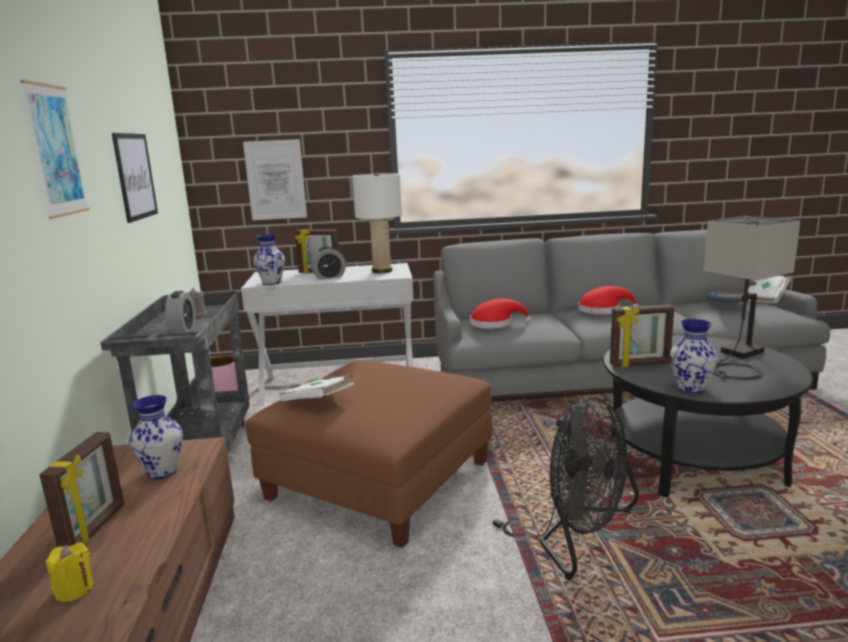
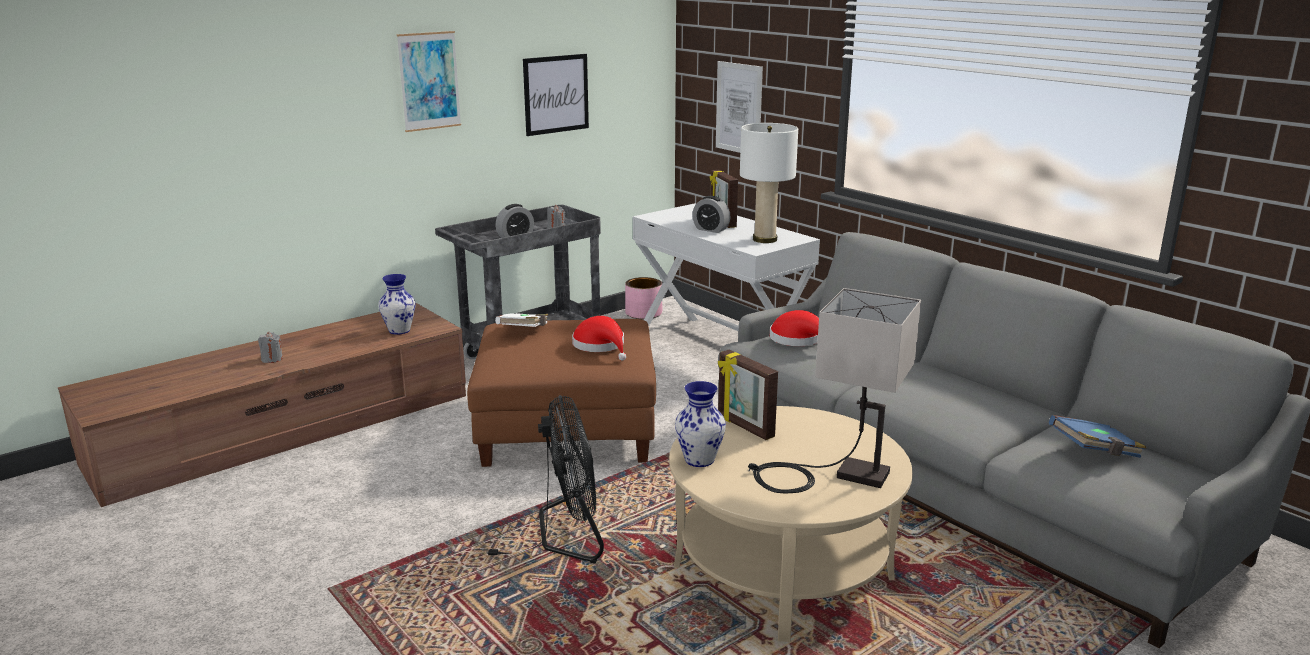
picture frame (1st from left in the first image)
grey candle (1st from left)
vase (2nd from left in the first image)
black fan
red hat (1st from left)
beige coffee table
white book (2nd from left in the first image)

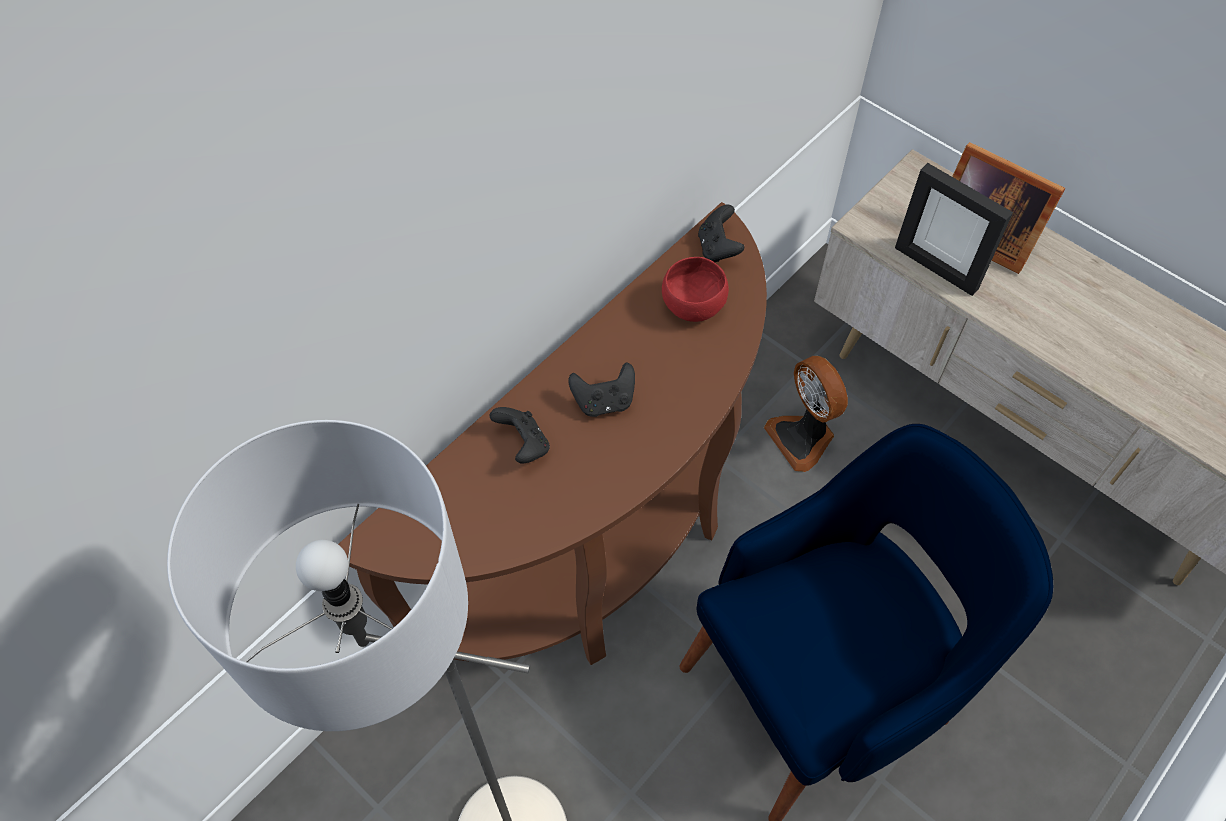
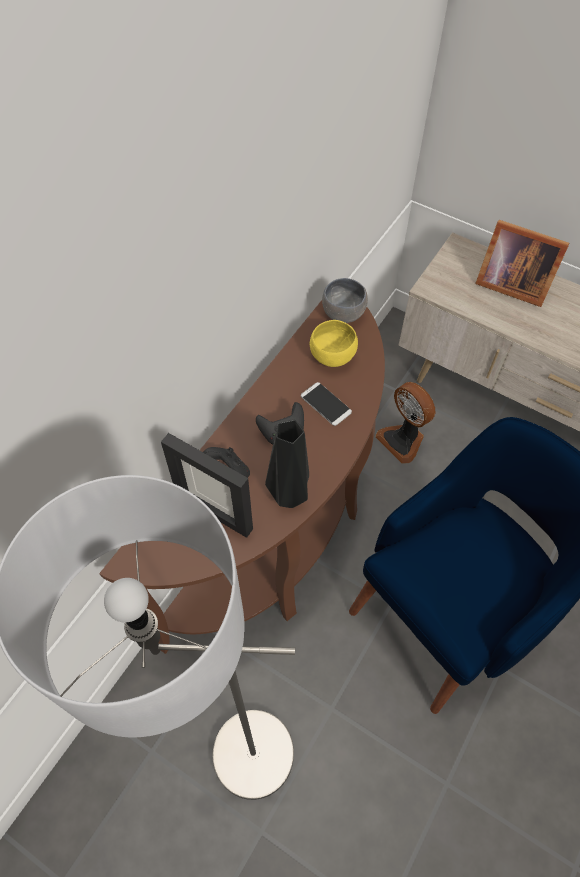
yellow bowl
grey bowl
picture frame (1st from left)
black vase
phone

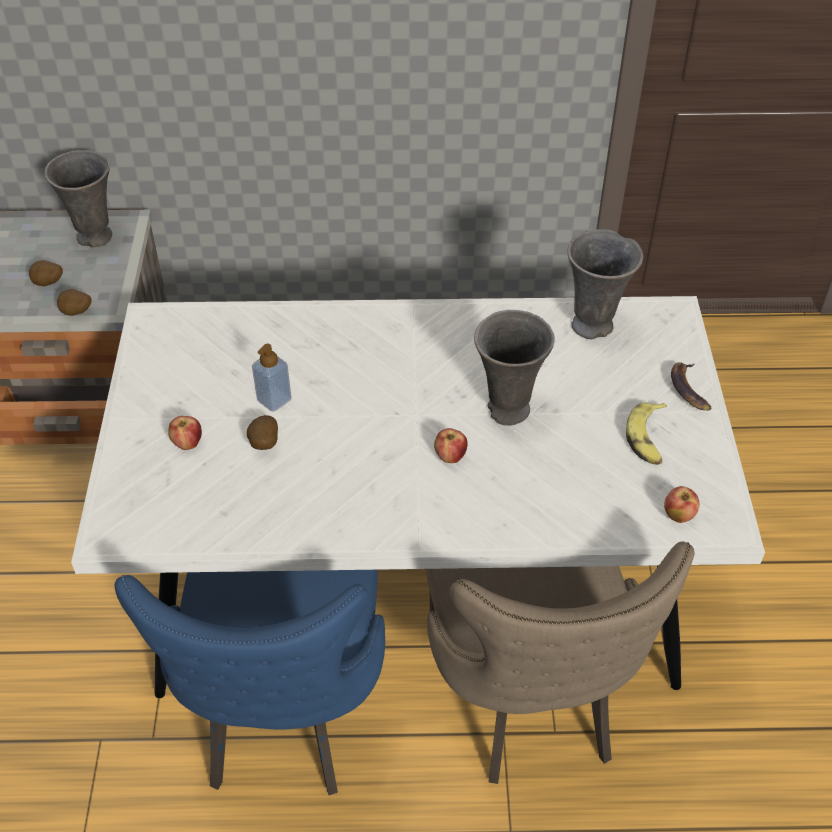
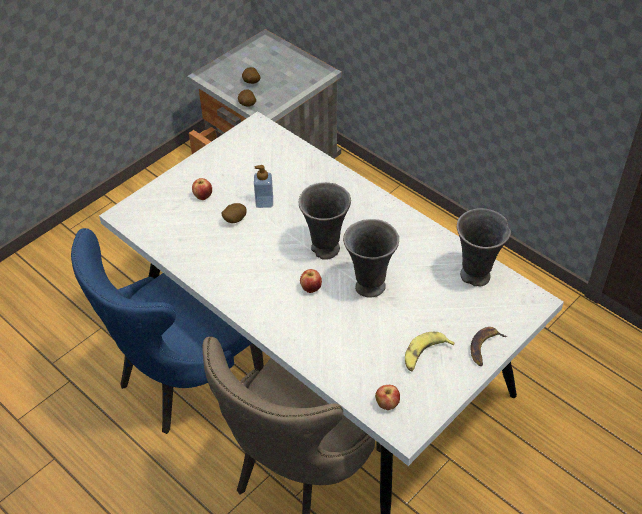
grey vase (1st from left)

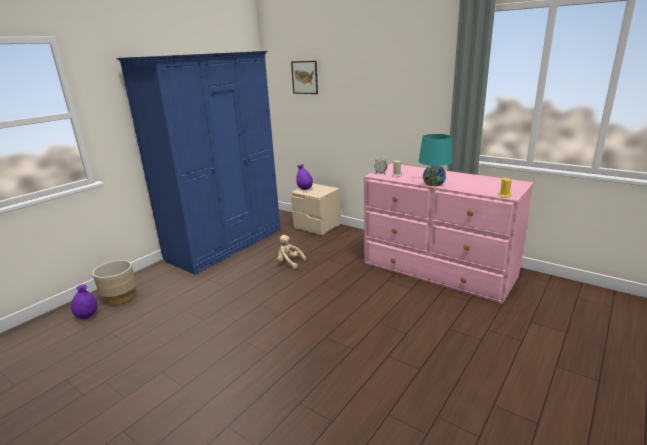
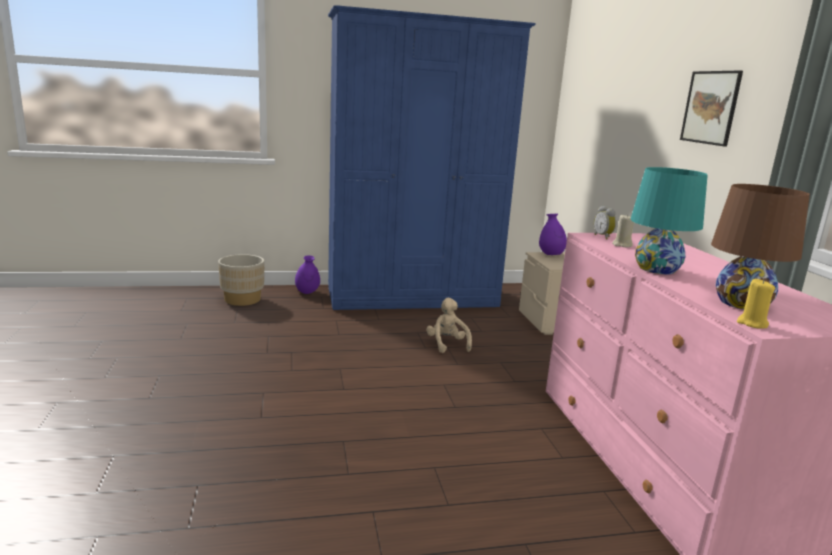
purple vase (1st from left)
picture
brown table lamp

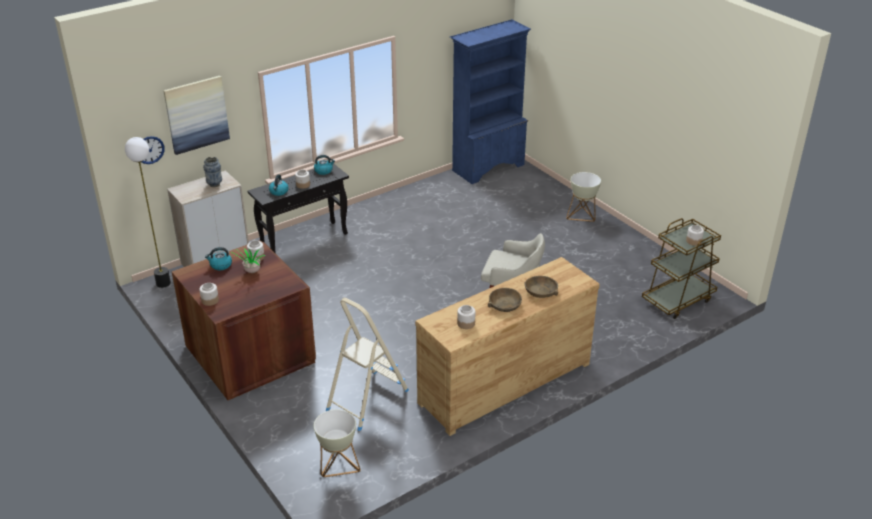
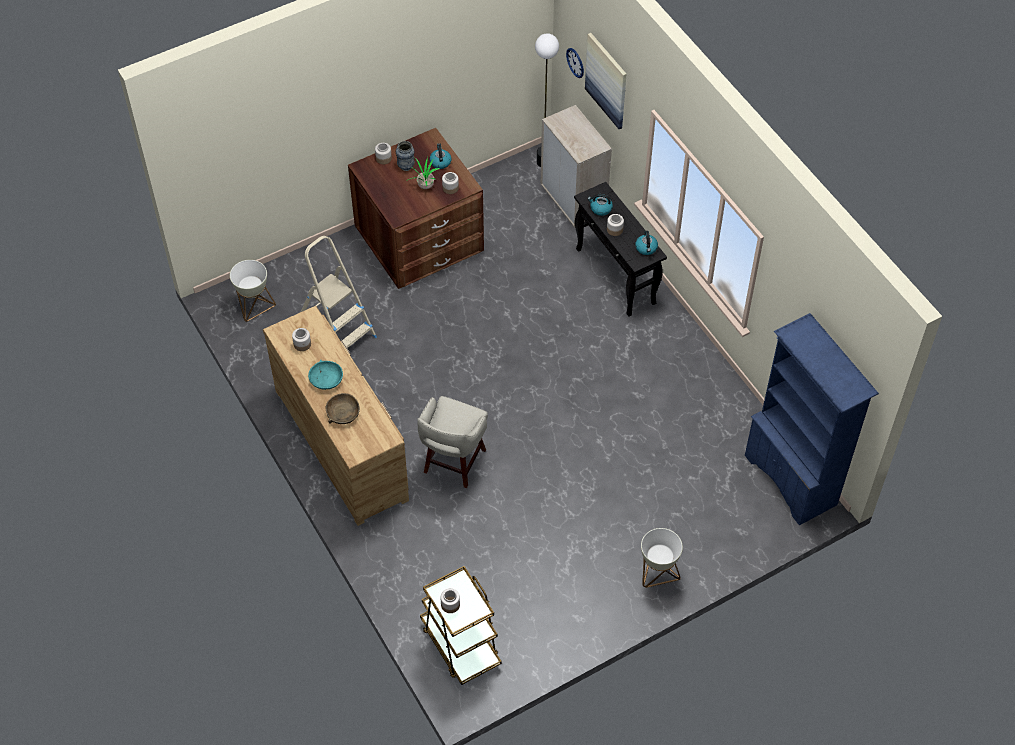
vase
turquoise bowl

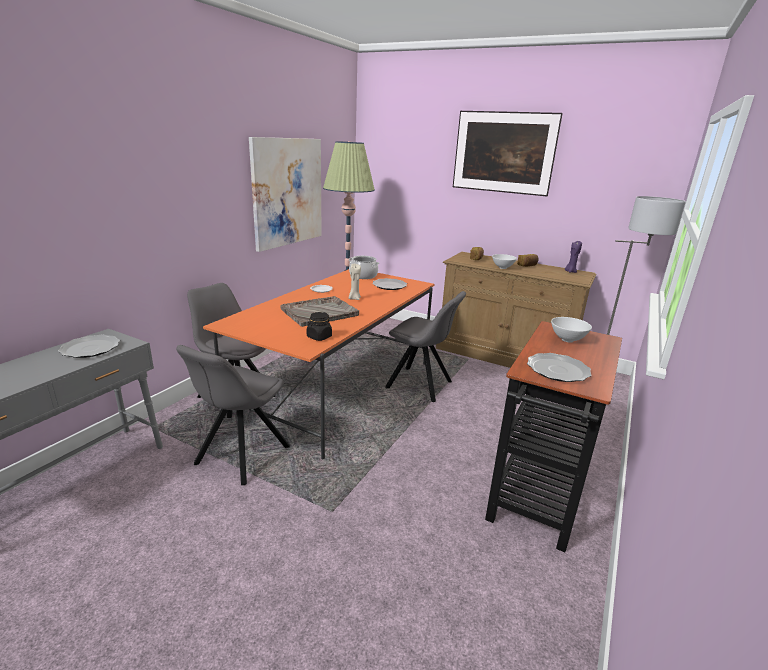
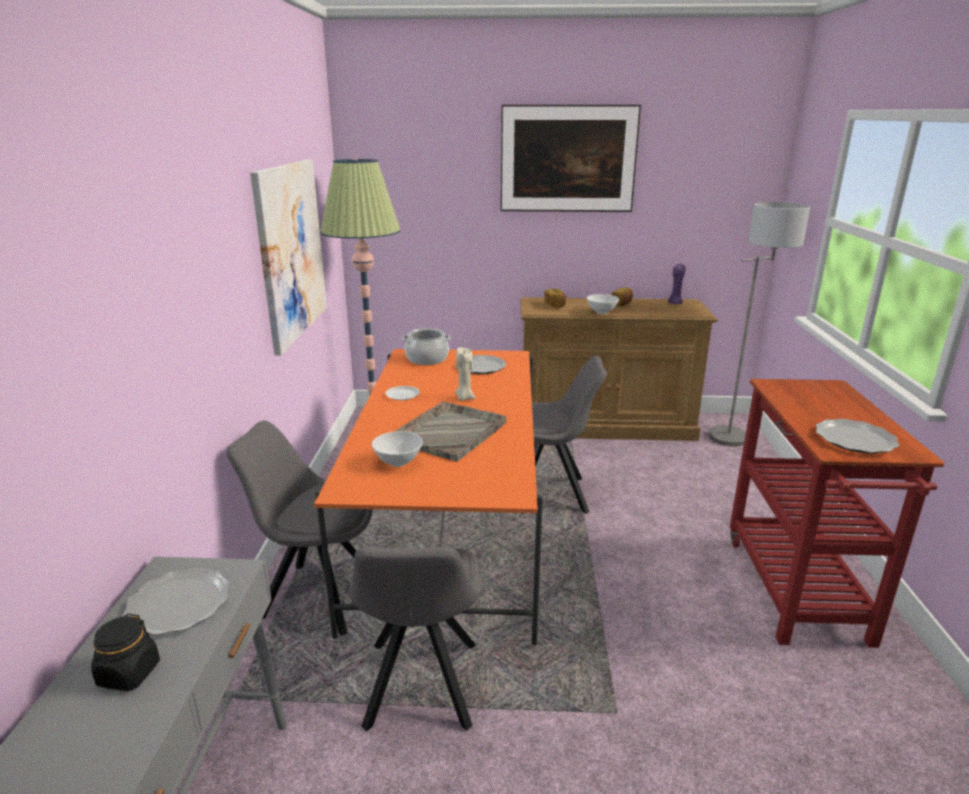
black jar
red cart
white bowl (1st from left)

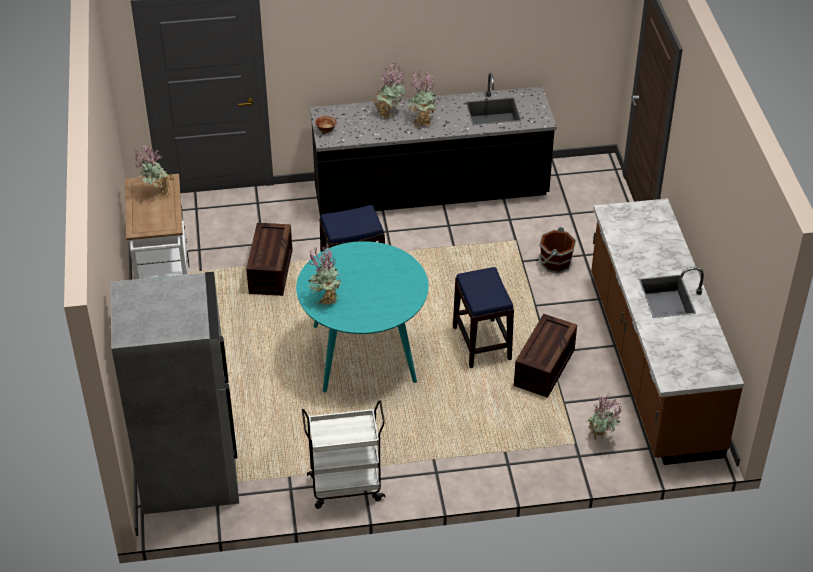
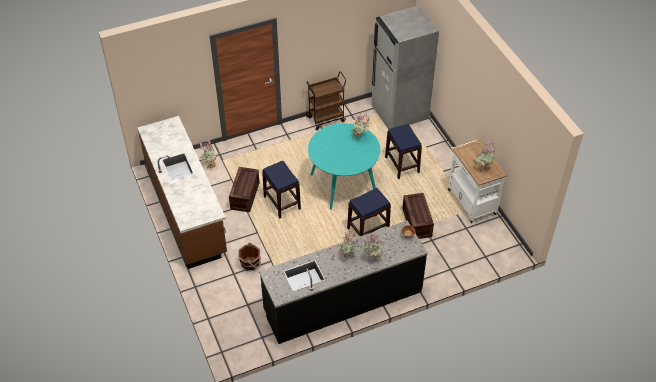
brown cart
stool (3rd from left)

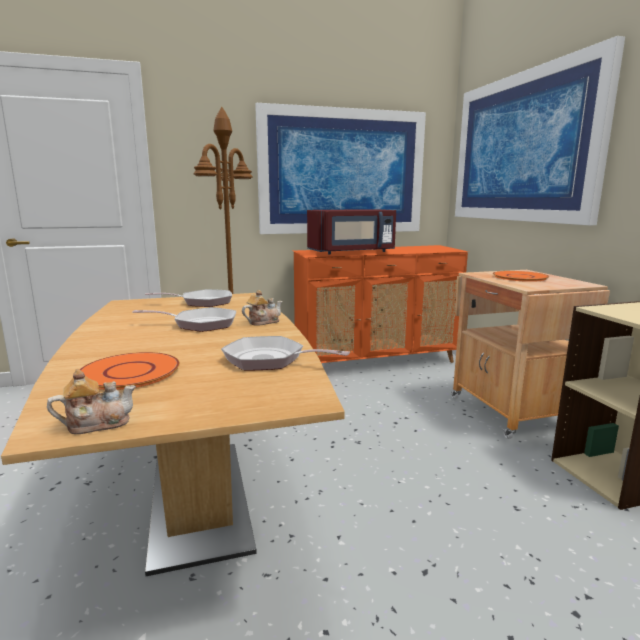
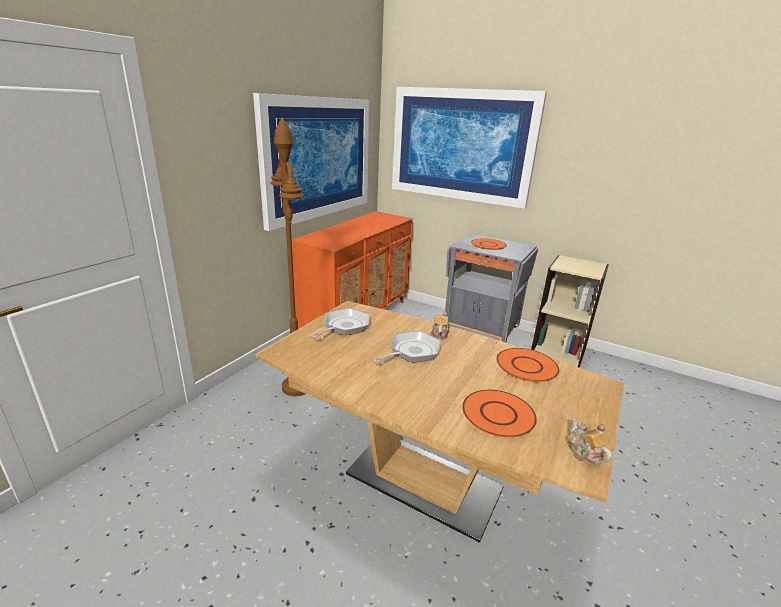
teapot (2nd from left)
orange plate (3rd from left)
red microwave
grey cart

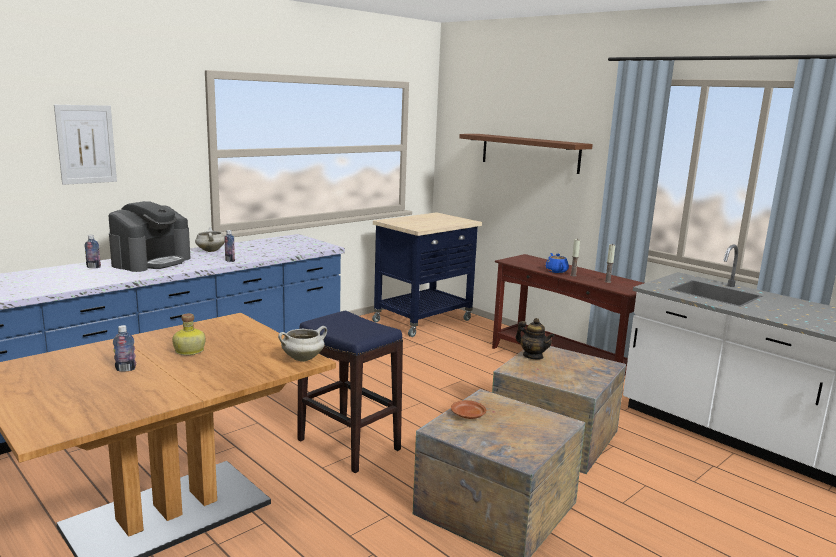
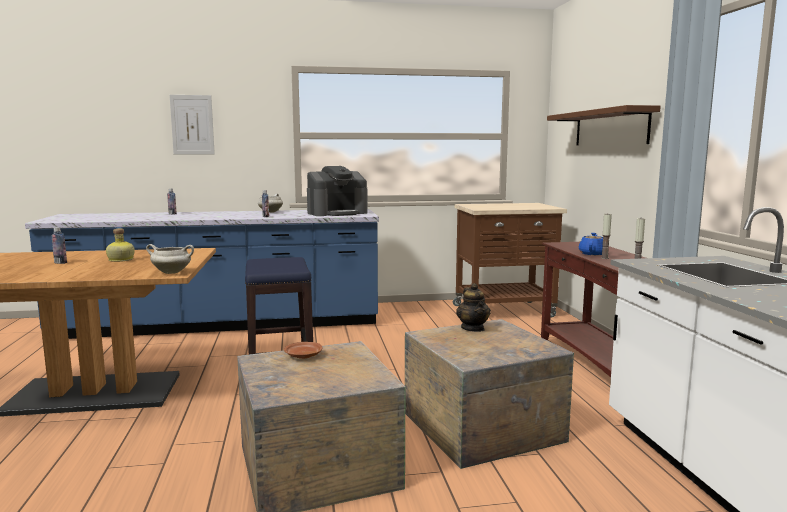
coffee machine
brown cart

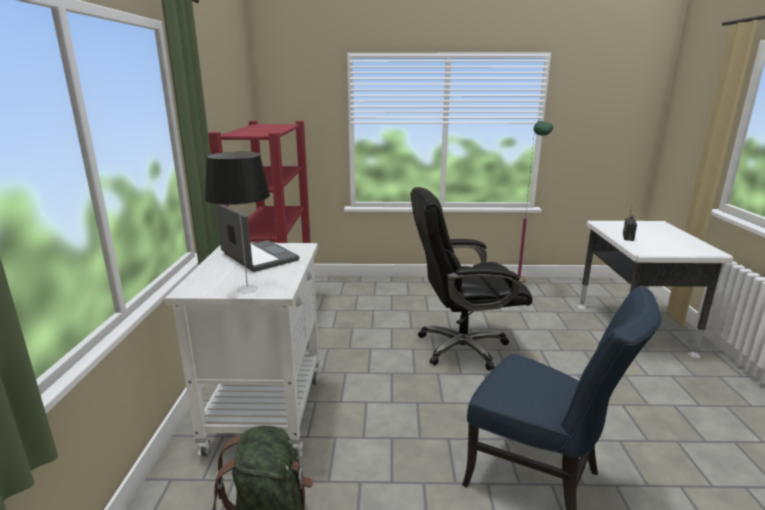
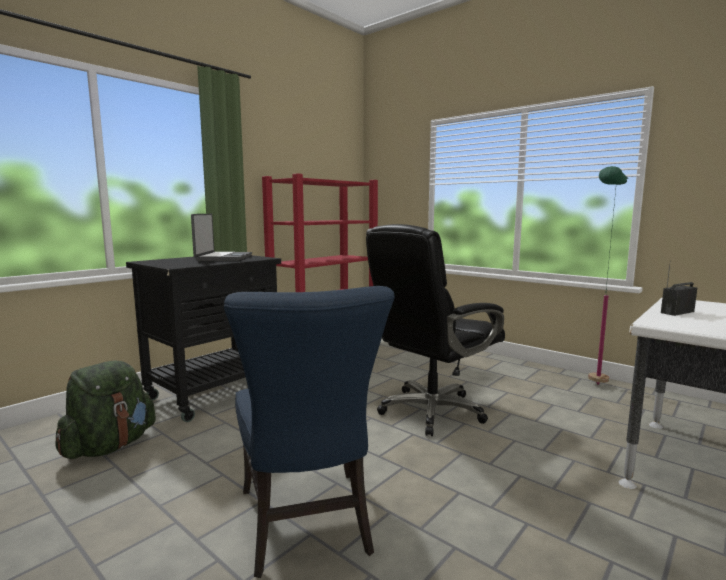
black cart
table lamp
black office chair

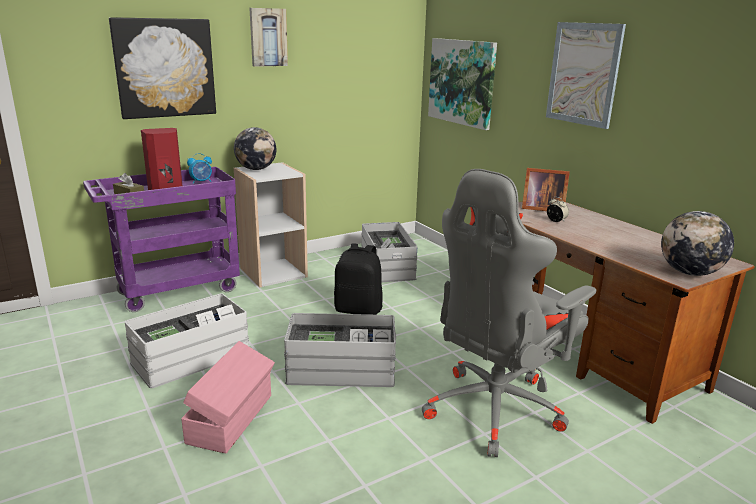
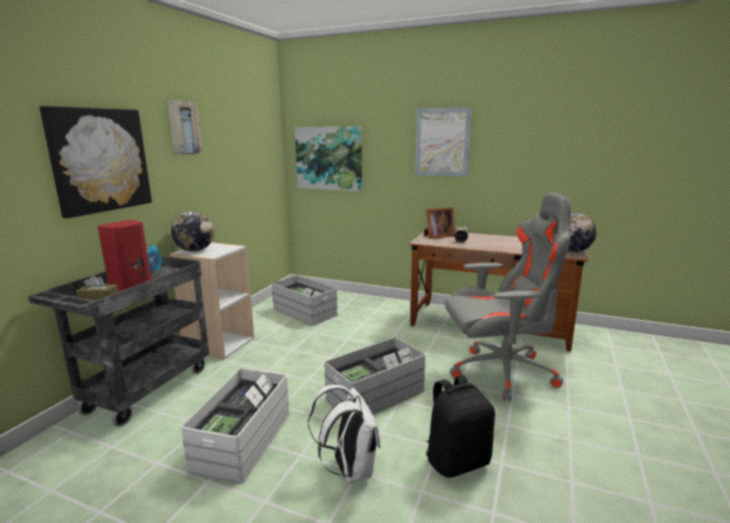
black cart
white backpack
black backpack
grey office chair

